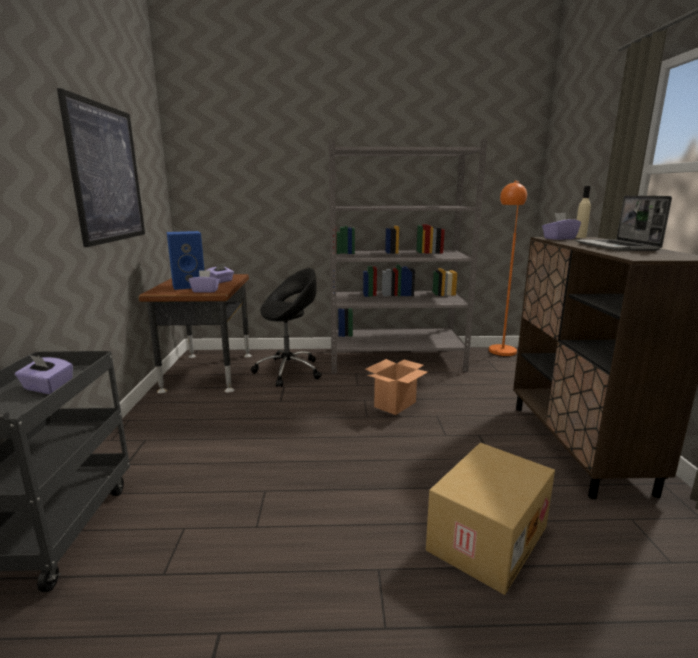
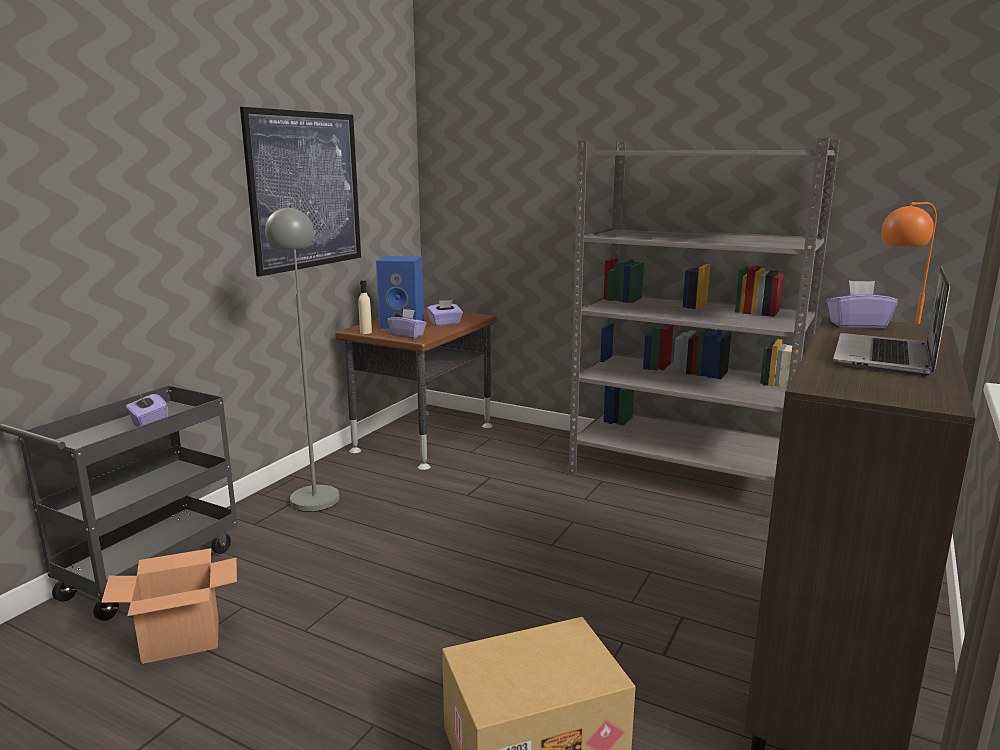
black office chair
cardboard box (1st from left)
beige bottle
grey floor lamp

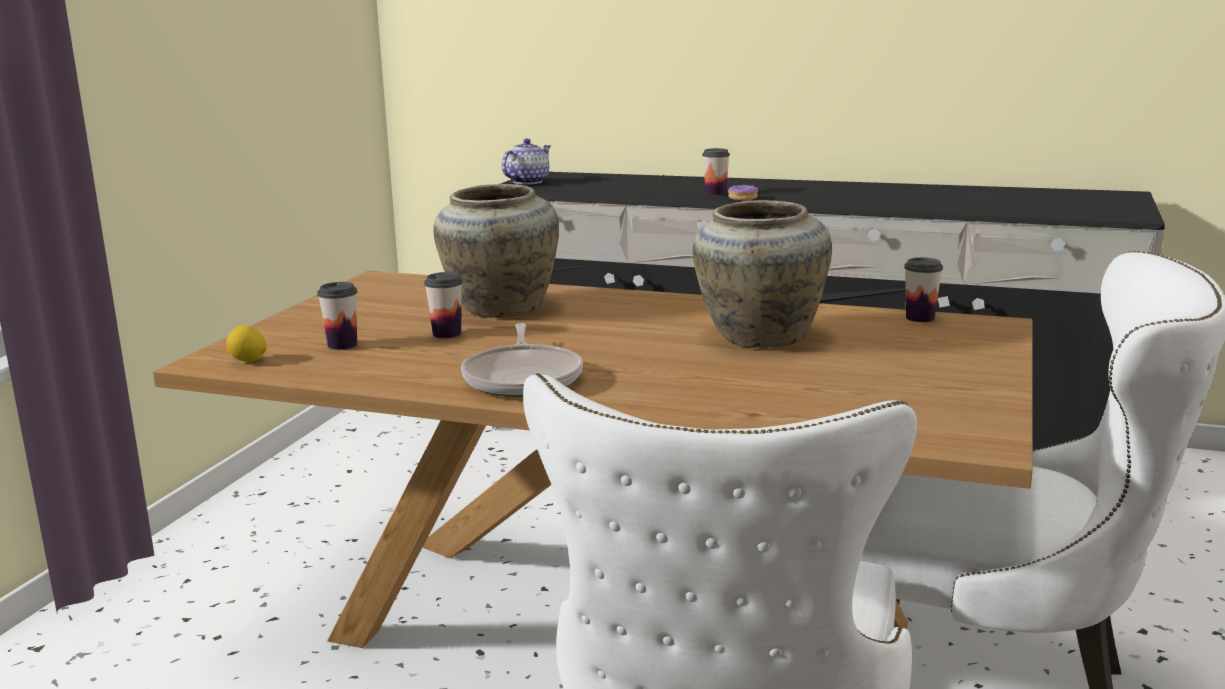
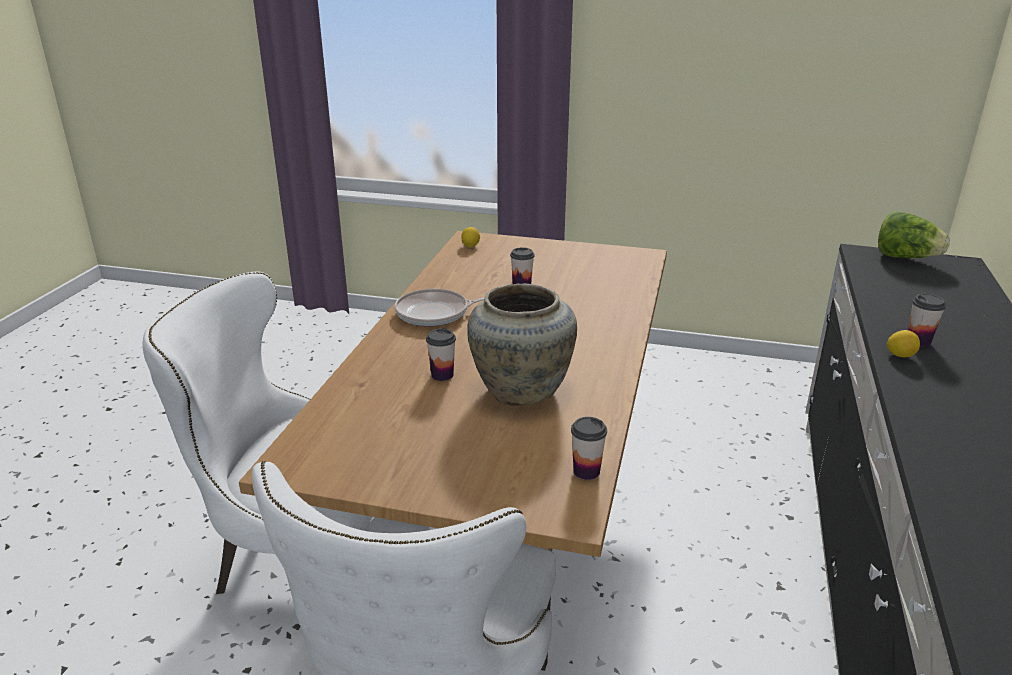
cup (1st from left)
beige vase (1st from left in the first image)
lettuce
lemon (2nd from left)

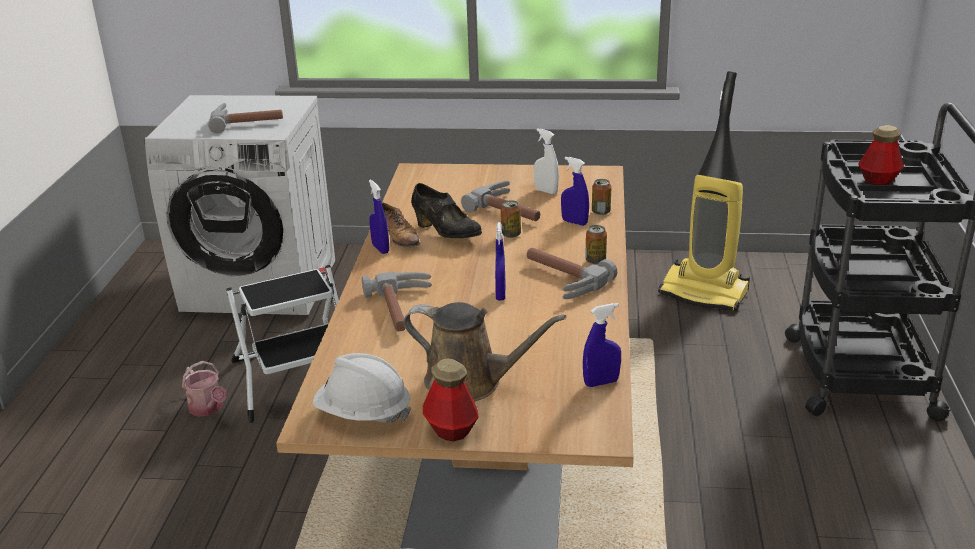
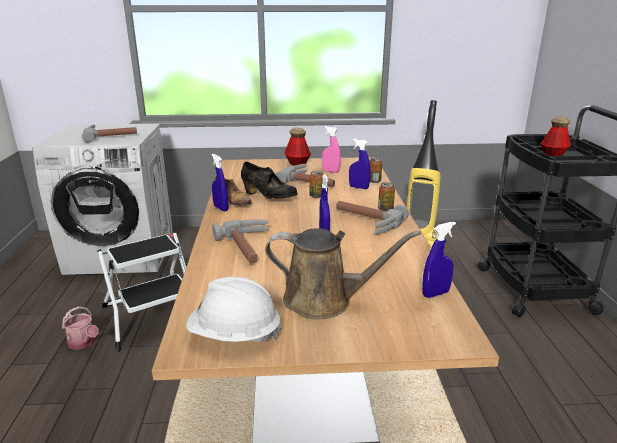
bottle (1st from left)
pink spray bottle

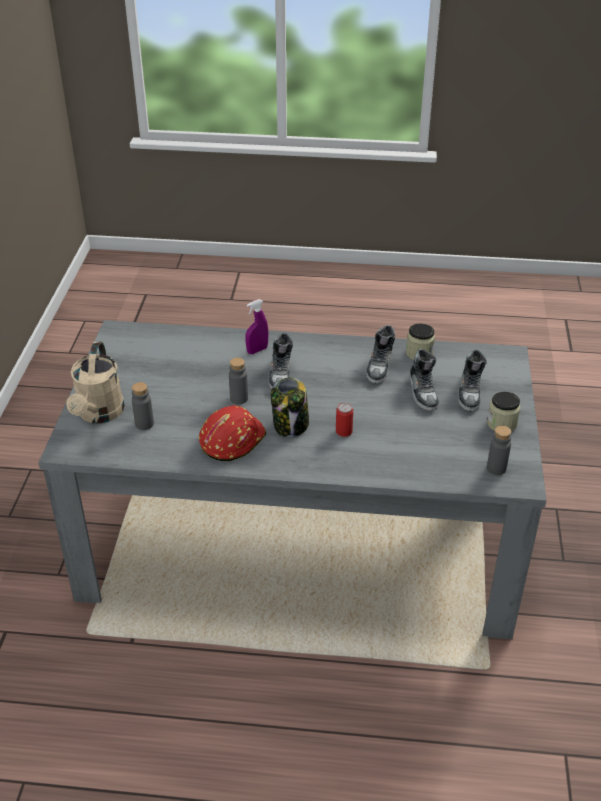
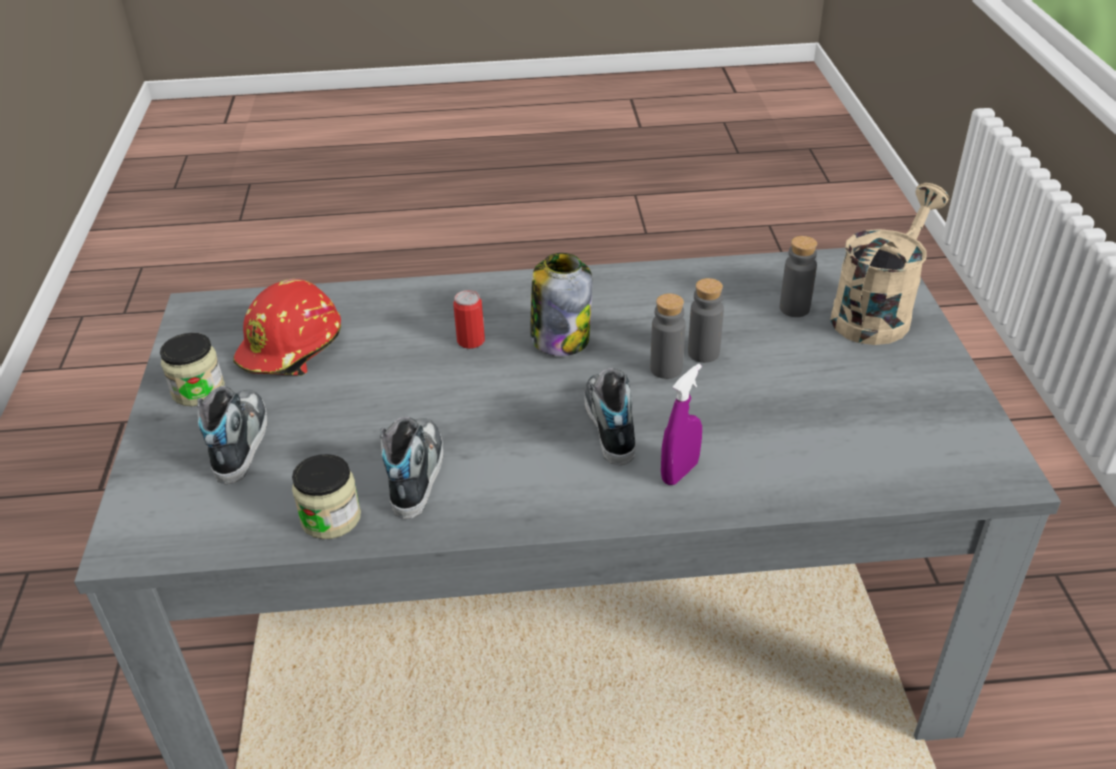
beige watering can
red hard hat
shoe (3rd from left in the first image)
grey bottle (2nd from left)

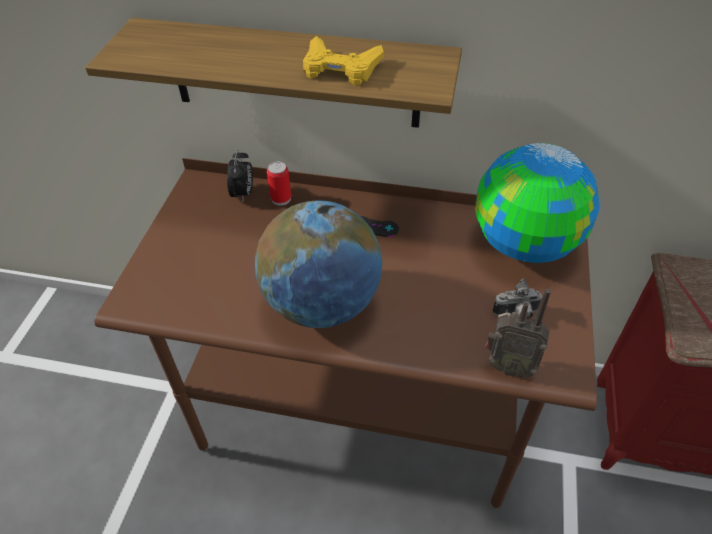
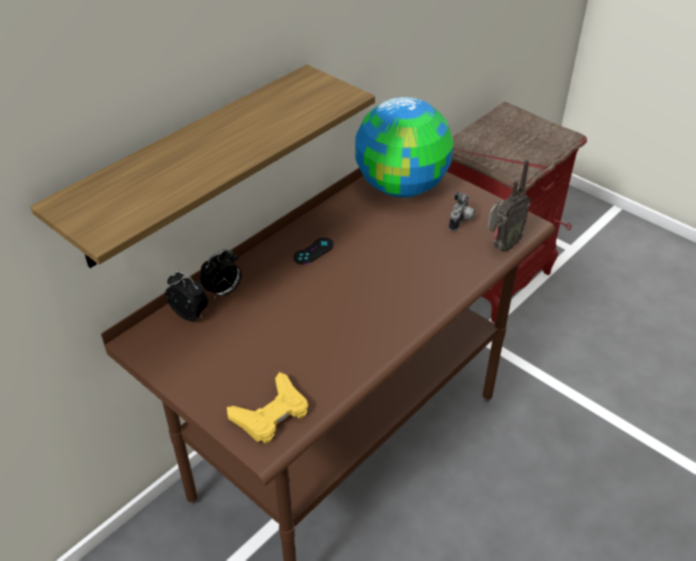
globe (1st from left in the first image)
alarm clock (2nd from left)
yellow game controller

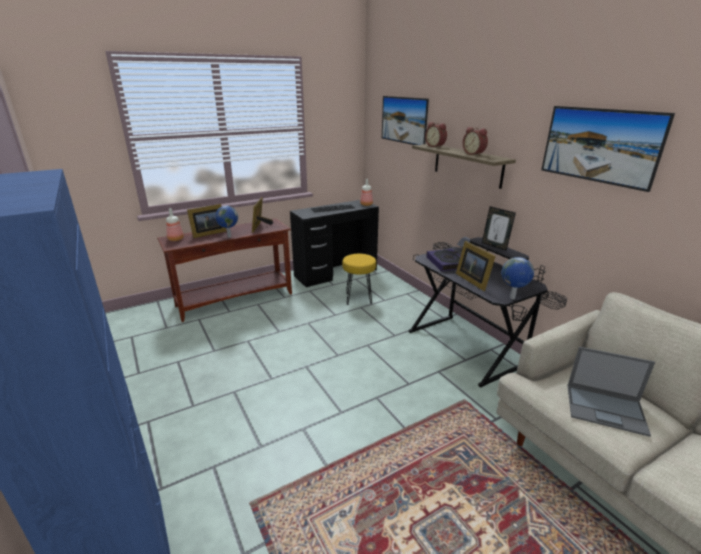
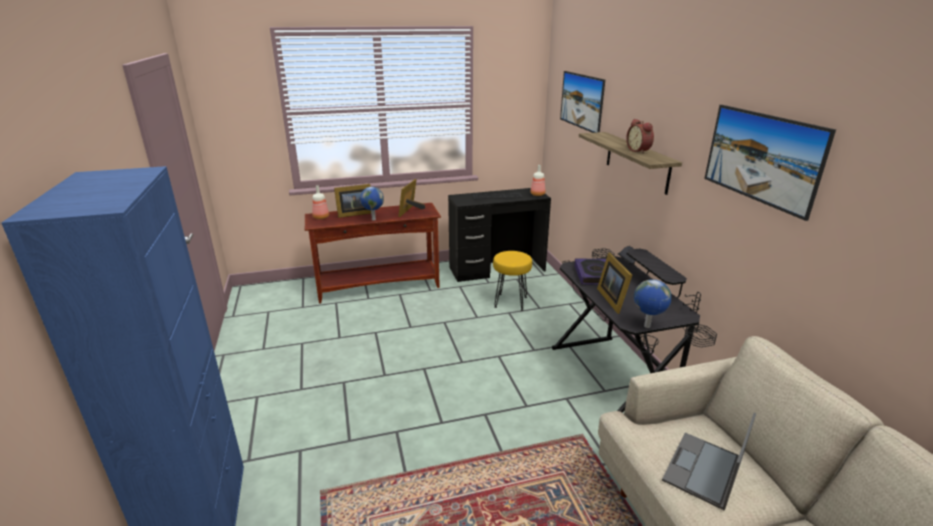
alarm clock (1st from left in the first image)
picture frame (4th from left in the first image)
laptop

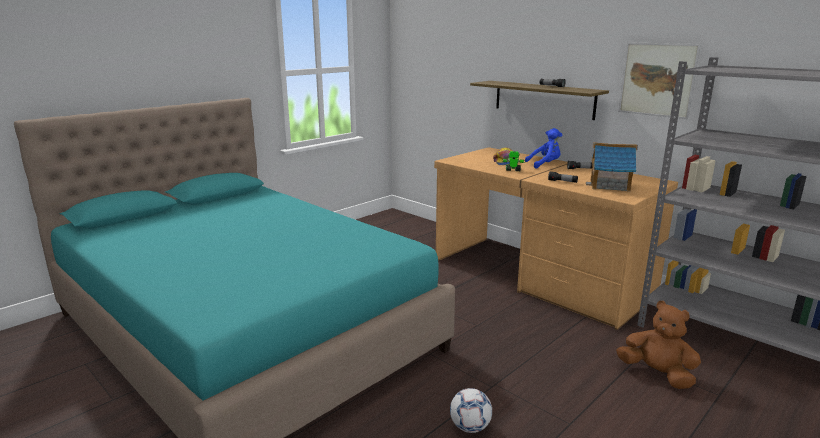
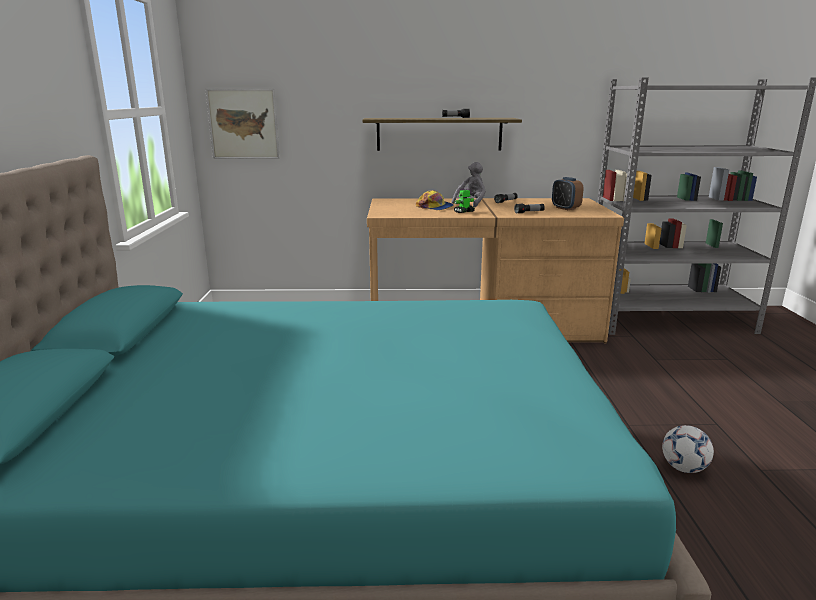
grey plush toy
alarm clock
brown plush toy
picture

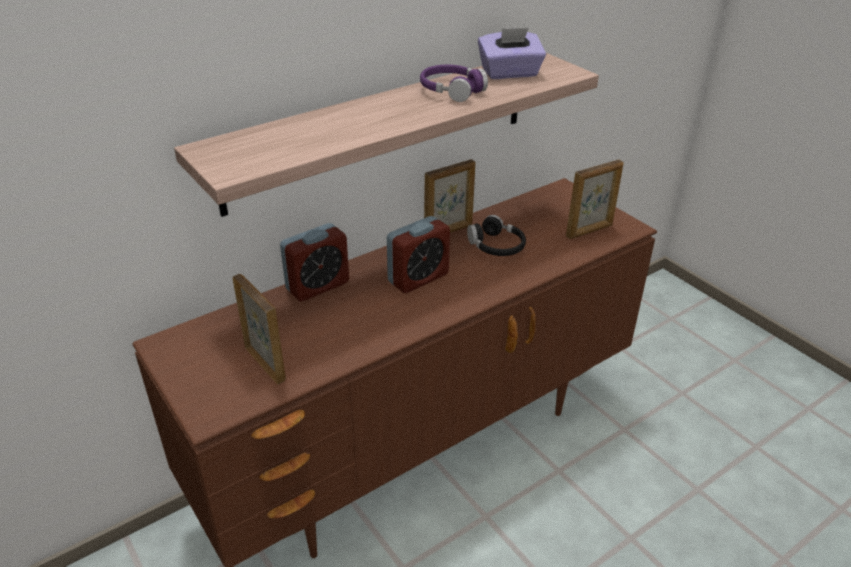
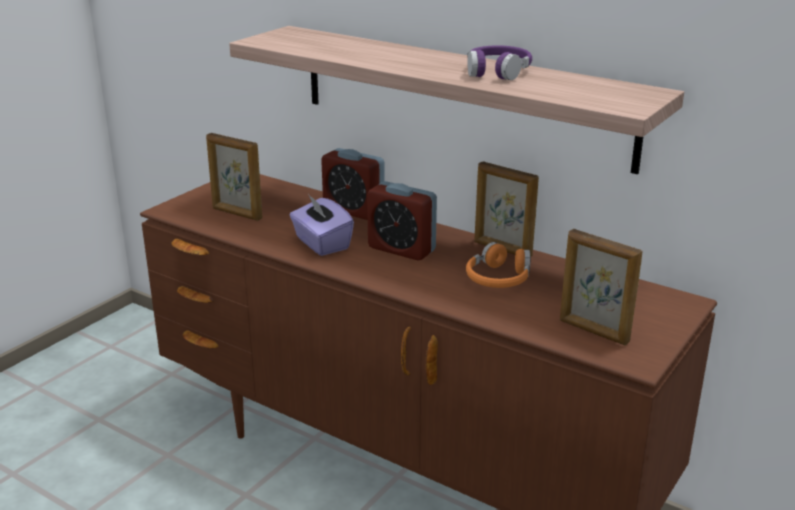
picture frame (1st from left)
orange headphones
purple tissue box

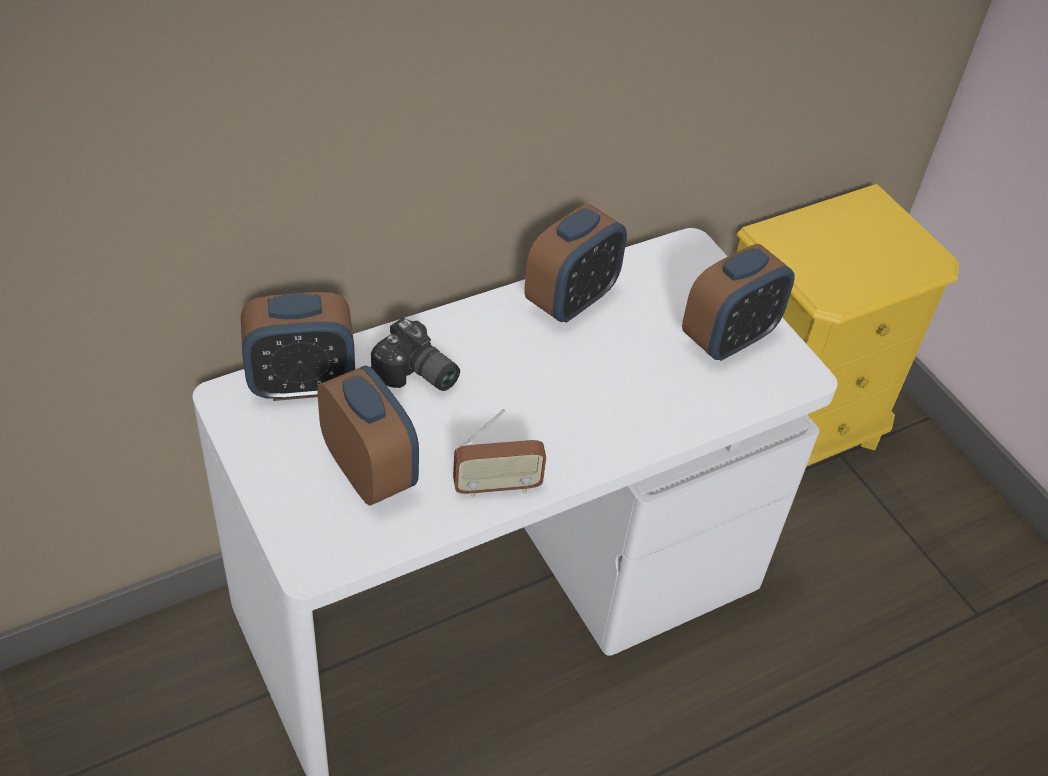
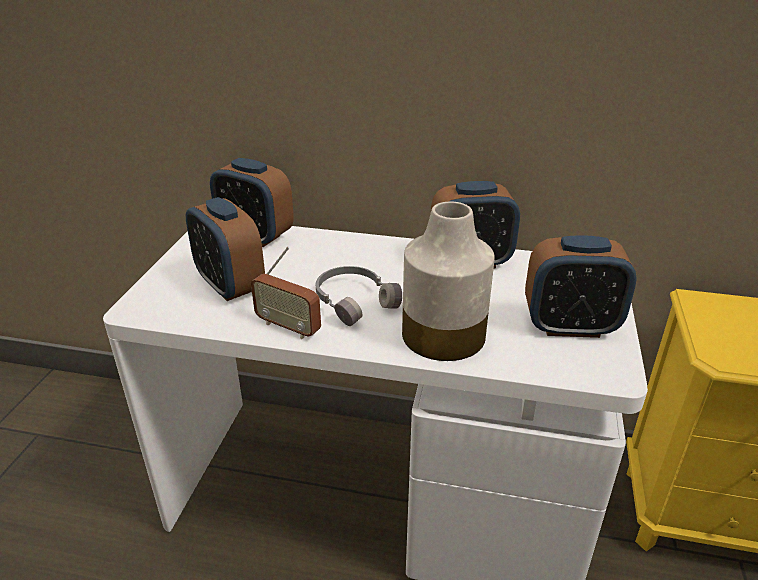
alarm clock (1st from left)
photo camera
grey headphones
beige vase

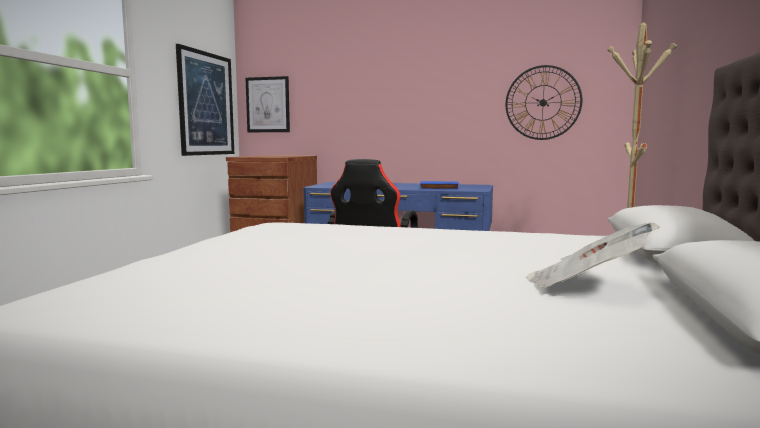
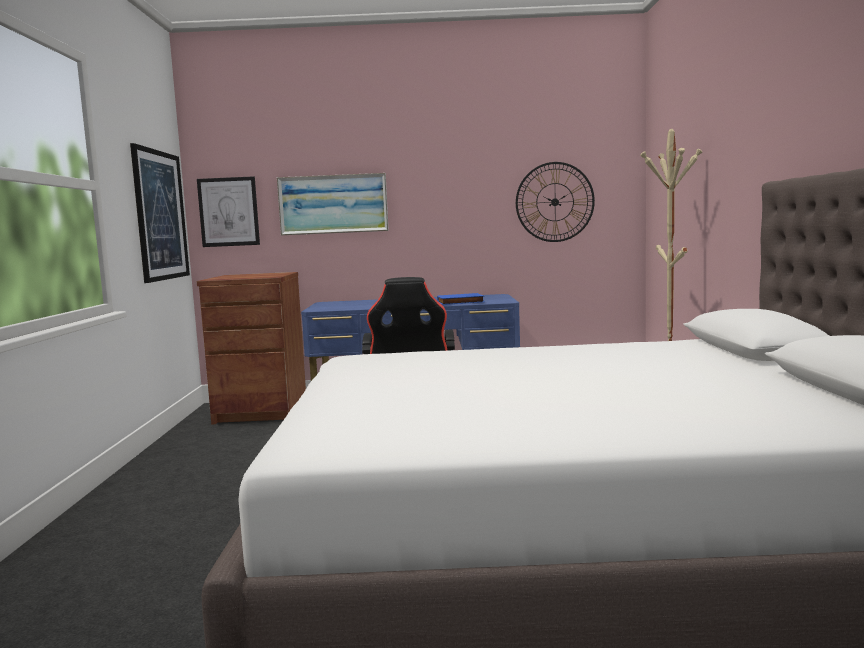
newspaper
picture (3rd from left)

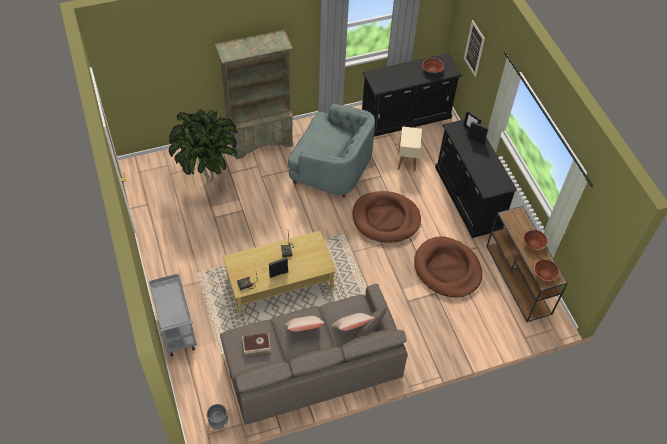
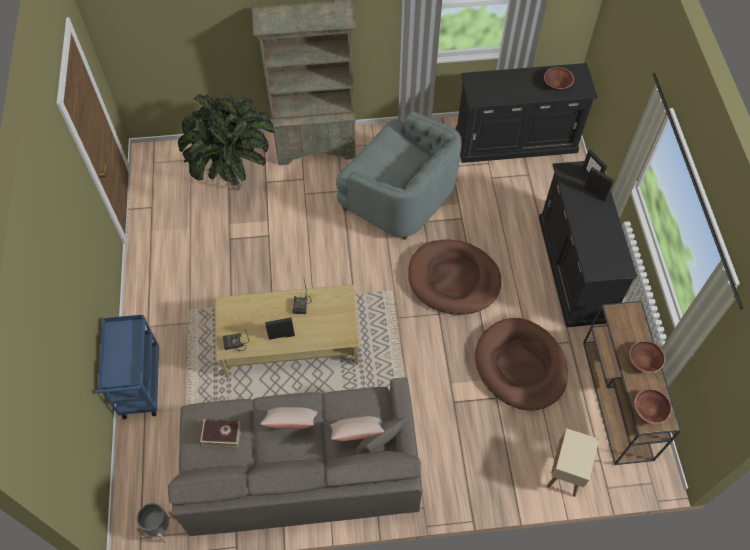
blue cart
beige side table
picture

